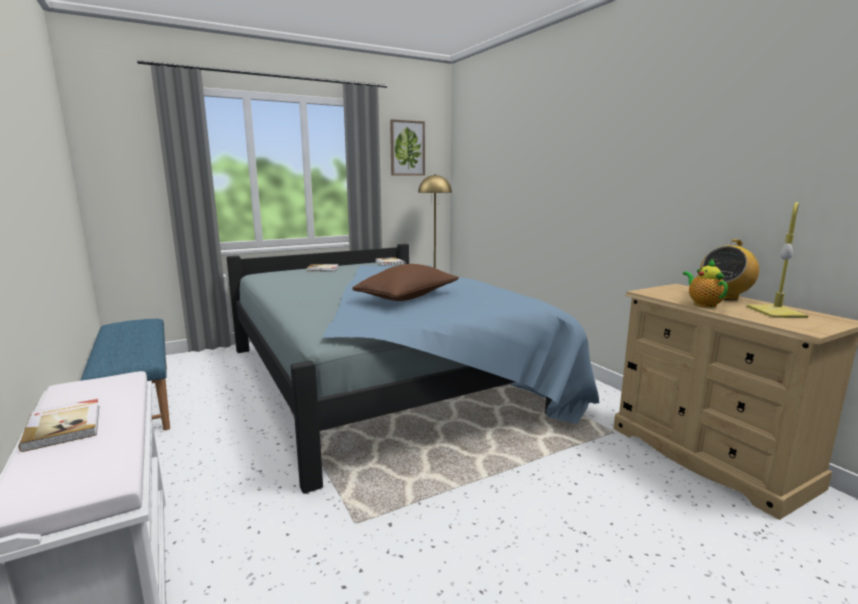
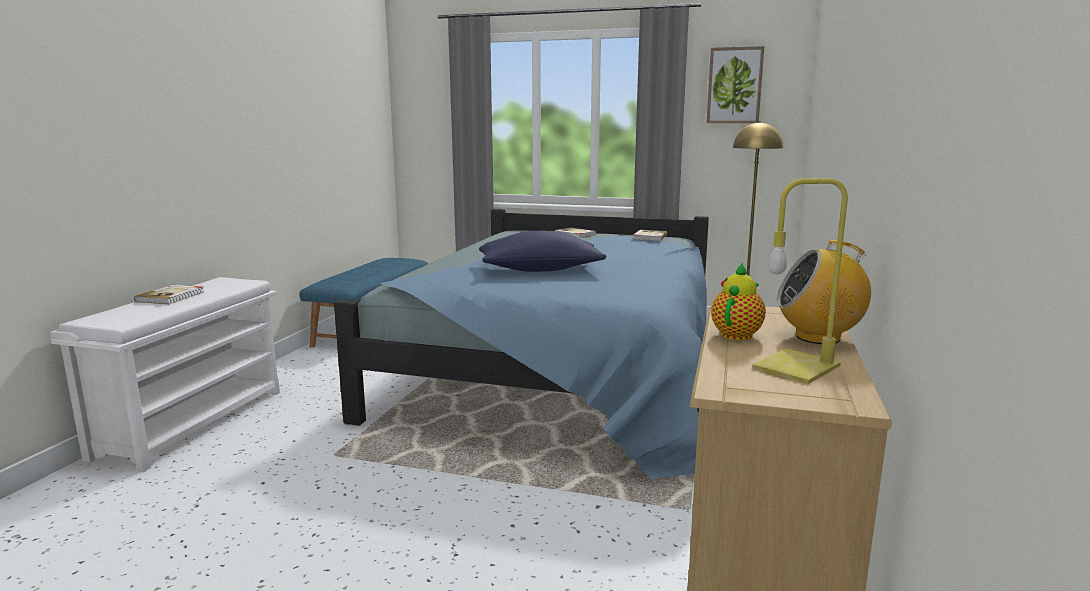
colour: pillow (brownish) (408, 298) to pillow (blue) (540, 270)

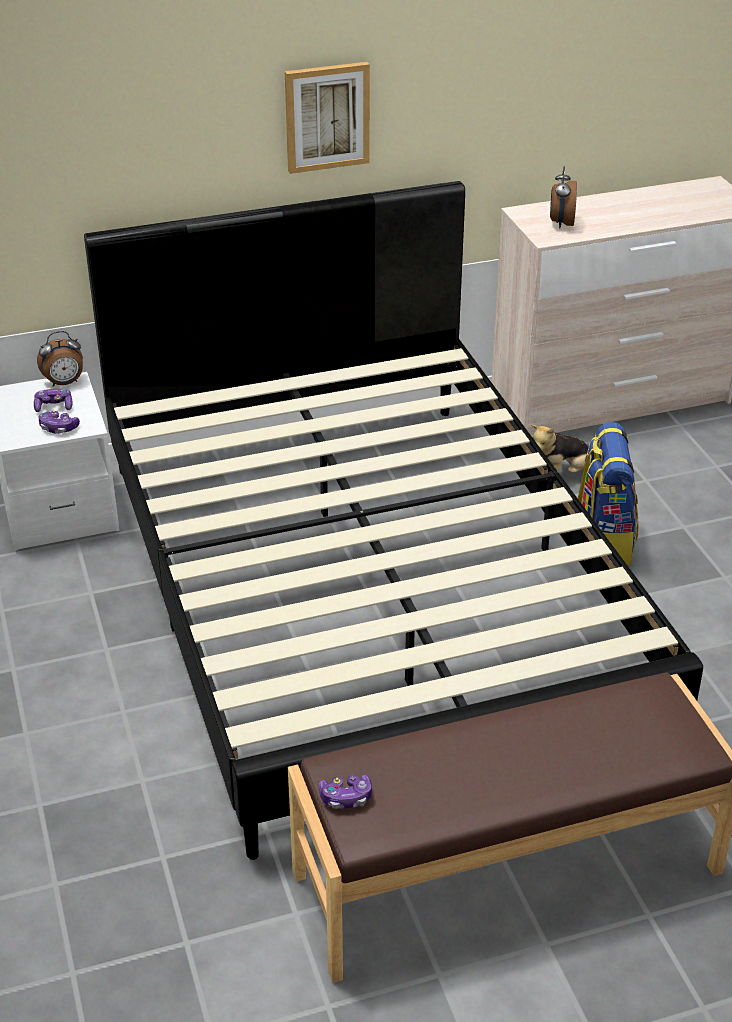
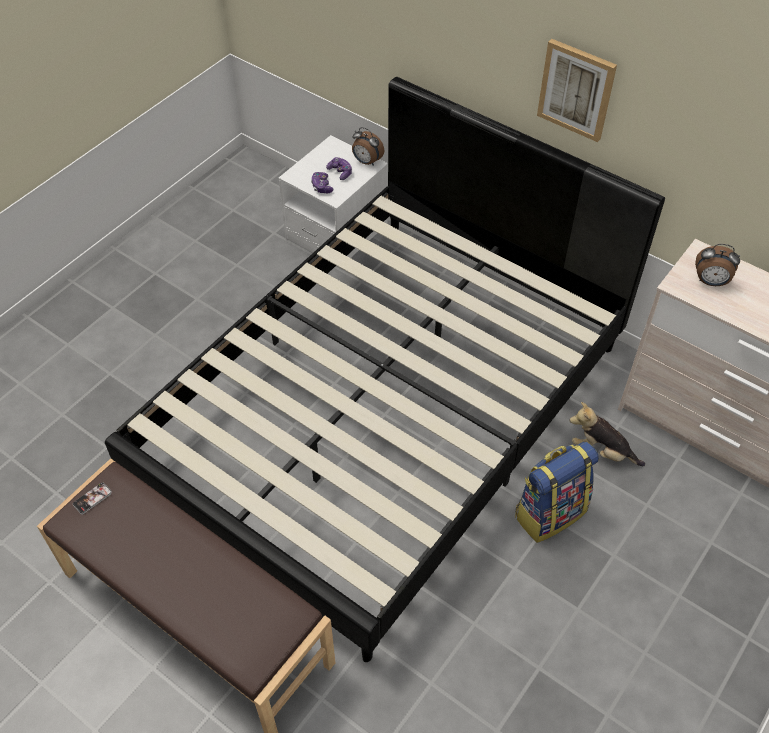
exchanged: joypad (346, 798) to phone (92, 498)
spun: table clock (561, 223) = (710, 282) 135 degrees counterclockwise

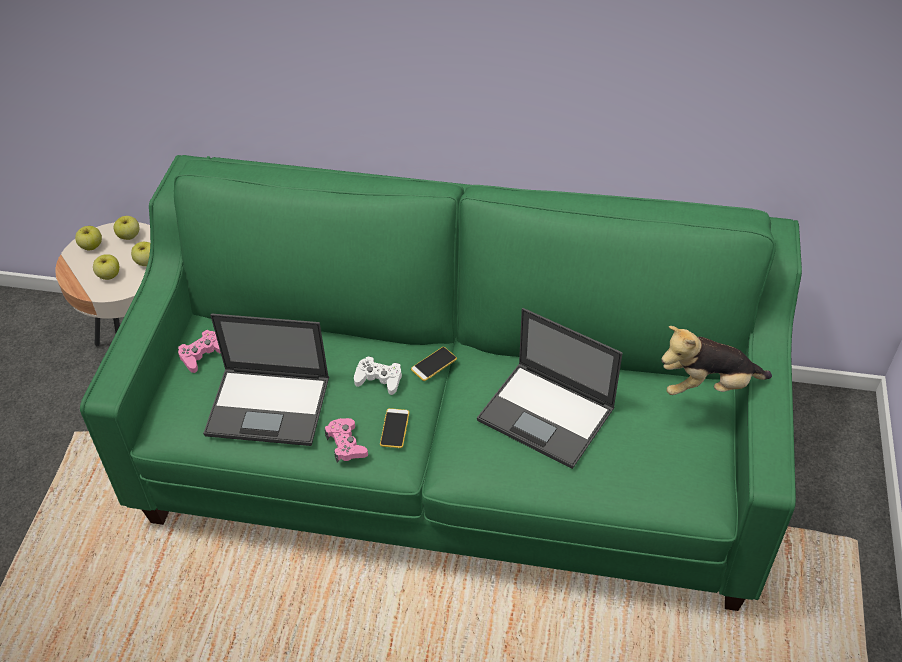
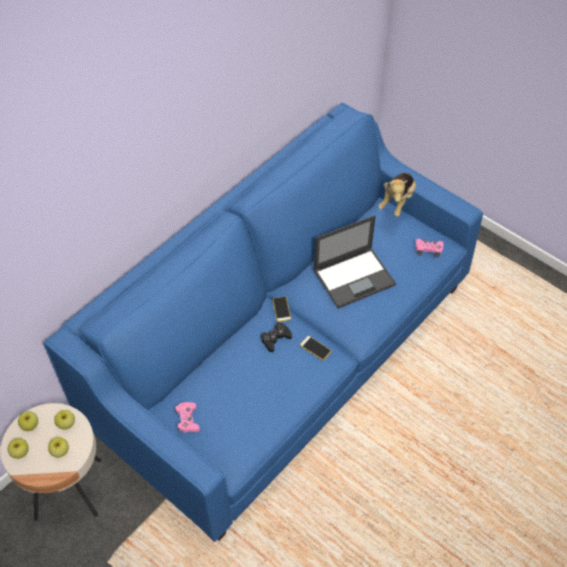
missing: laptop (270, 406)
relocated: joypad (pink-coloured) (346, 444) to (428, 249)
colour: sofa (green) (453, 455) to sofa (blue) (282, 357); joypad (white-coloured) (379, 379) to joypad (black-coloured) (275, 339)

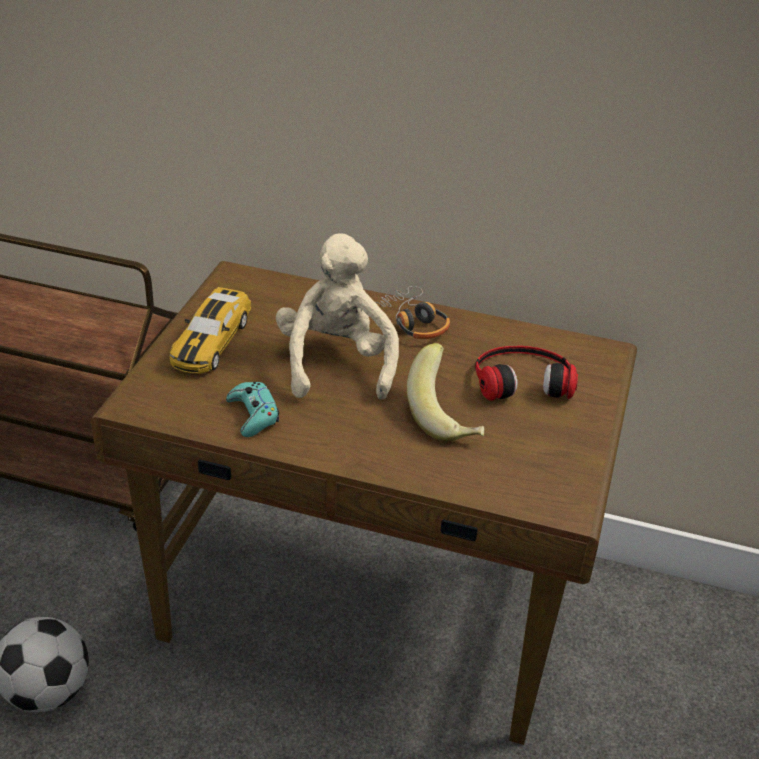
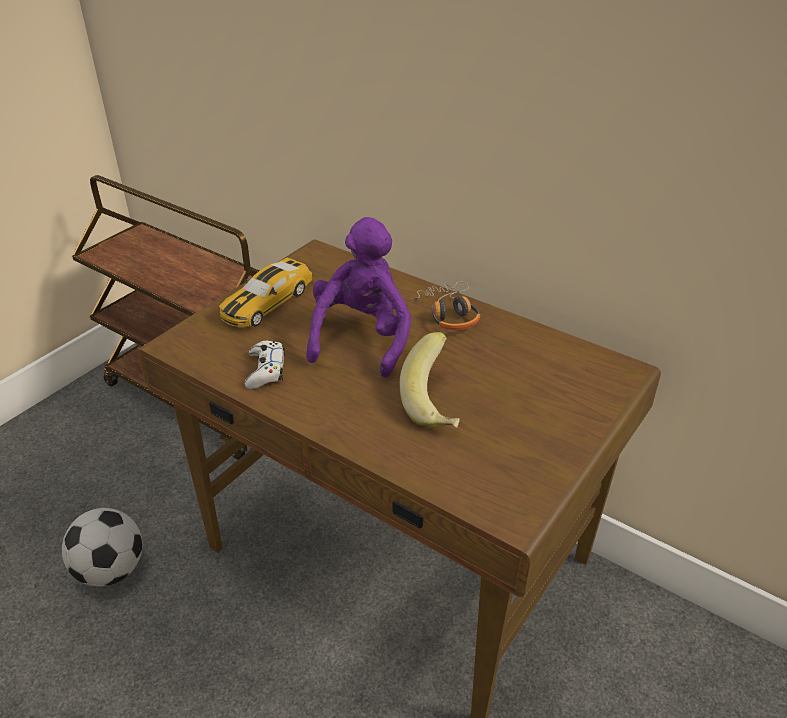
missing: headset (522, 378)
colour: joypad (turquoise) (253, 415) to joypad (white-coloured) (265, 370); soft toy (beige-coloured) (336, 363) to soft toy (purple-coloured) (362, 338)

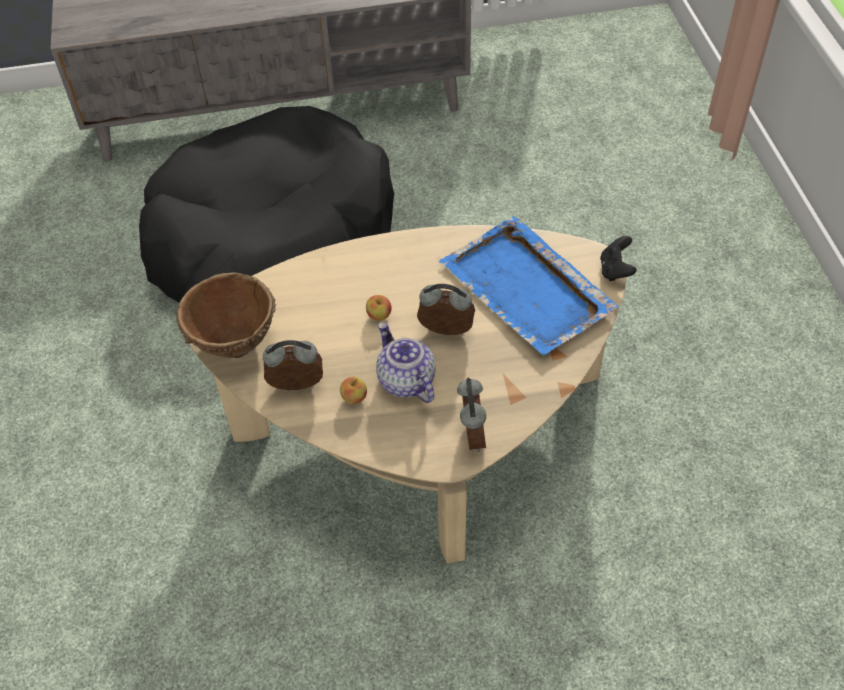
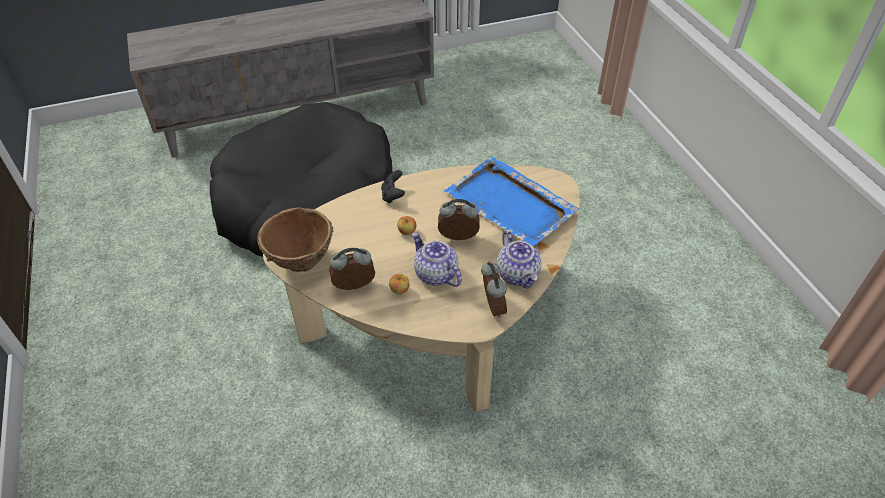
appeared: tea pot (518, 274)
relocated: joypad (black-coloured) (615, 270) to (393, 195)

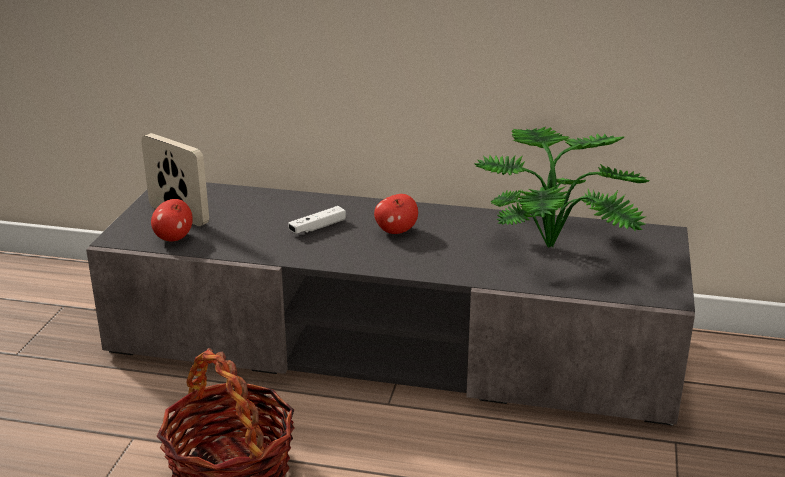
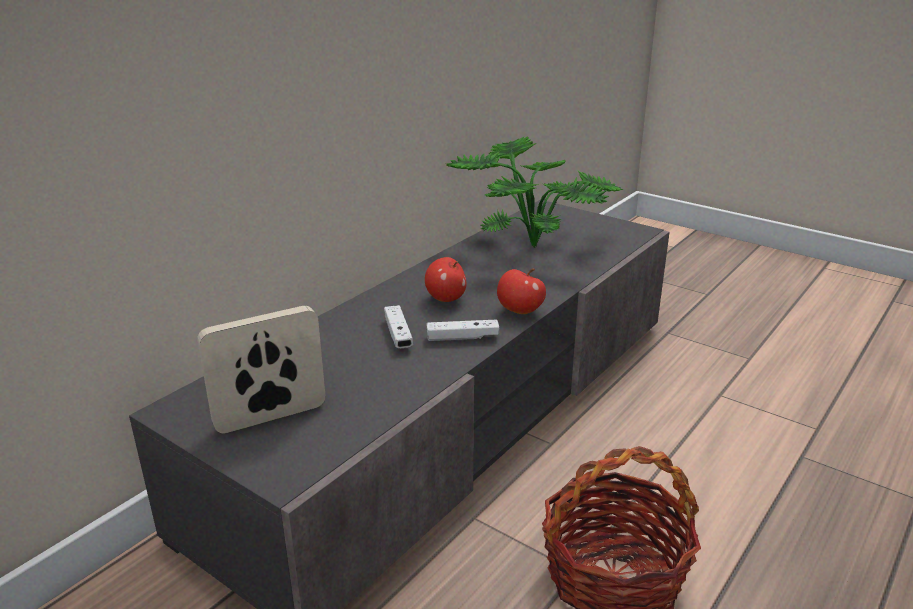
appeared: joypad (white-coloured) (462, 337)
relocated: whole apple (173, 238) to (519, 311)

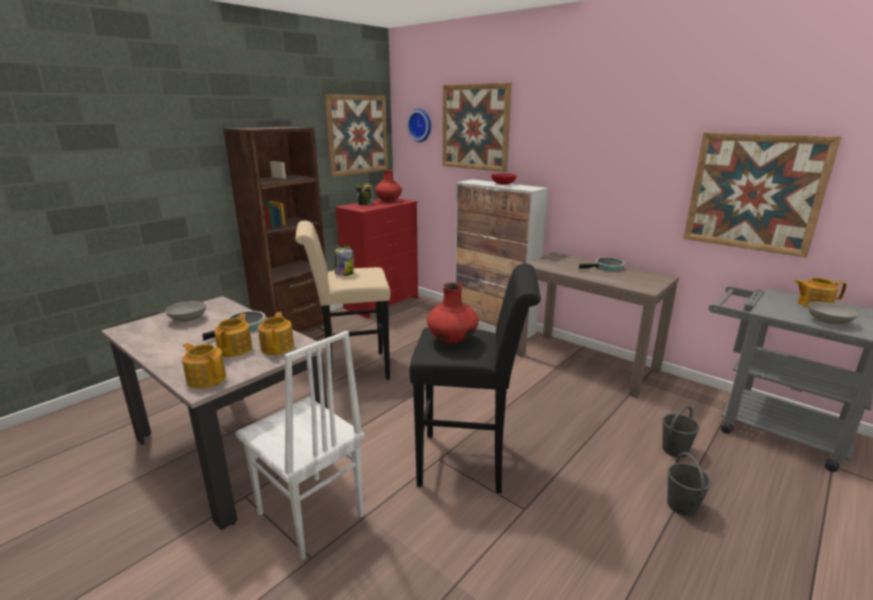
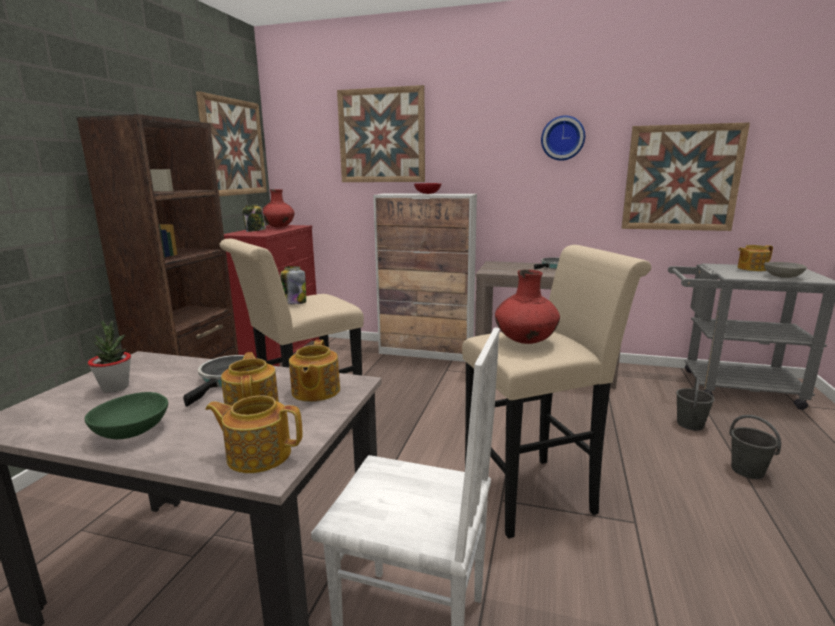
appeared: bowl (green) (131, 432)
relocated: clock on the wall (421, 125) to (562, 138)
exchanged: bowl (greyish) (187, 319) to plant in a pot (115, 388)
colour: stool seat (black-coloured) (470, 463) to stool seat (beige-coloured) (537, 492)
spun: tea pot (278, 347) = (315, 391) 150 degrees counterclockwise

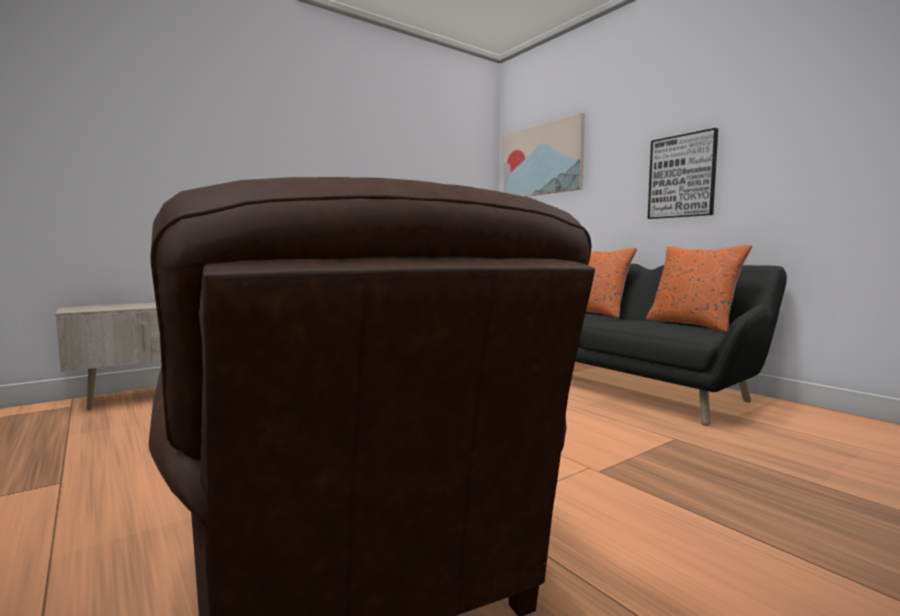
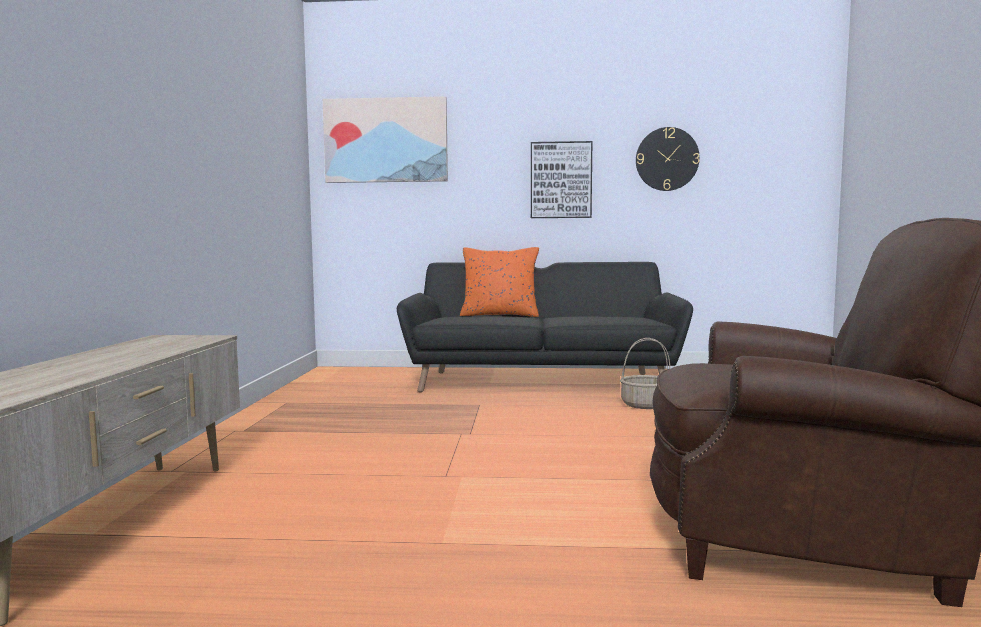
missing: pillow (orange-coloured) (692, 324)
appeared: storage basket (646, 405); clock on the wall (667, 159)

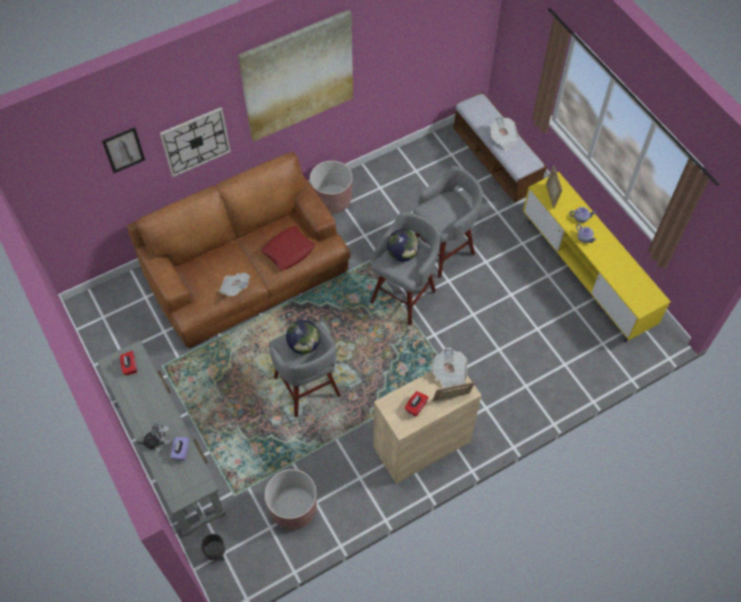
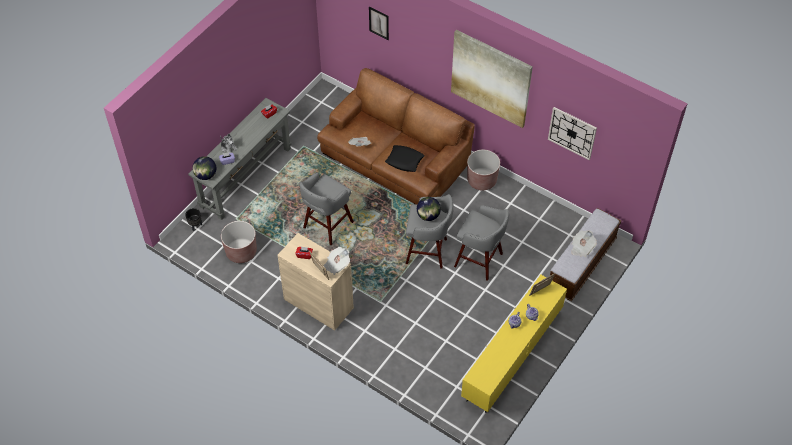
relocated: world globe (304, 345) to (205, 175); clock on the wall (195, 141) to (572, 133)
colour: pillow (red) (288, 251) to pillow (black-coloured) (404, 161)

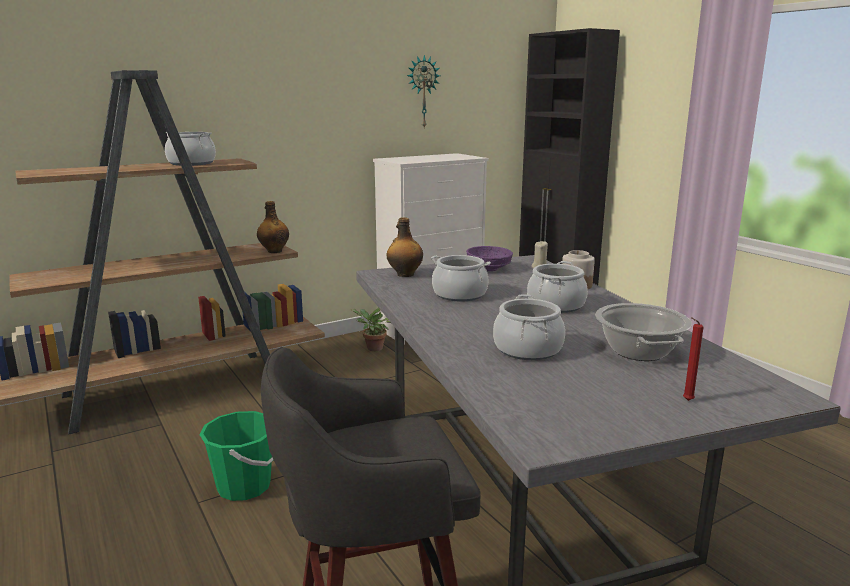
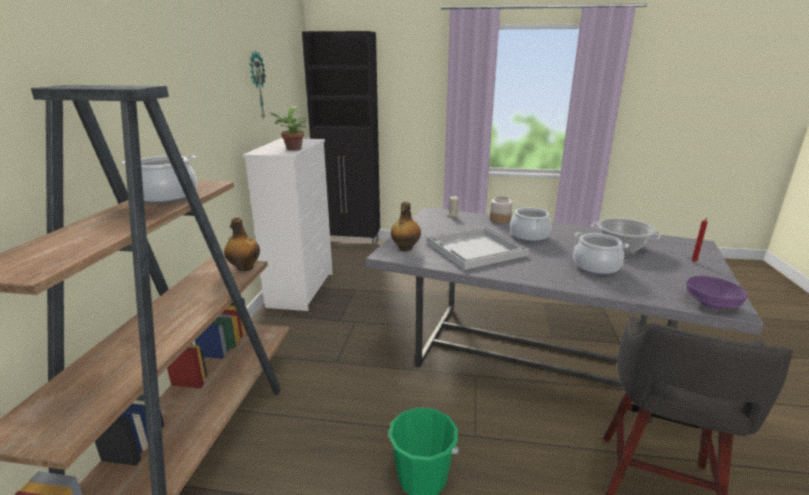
relocated: plant in a pot (372, 348) to (292, 149); bowl (purple-coloured) (488, 269) to (711, 304)
exchanged: saucepot (459, 295) to tray (white-coloured) (475, 249)

